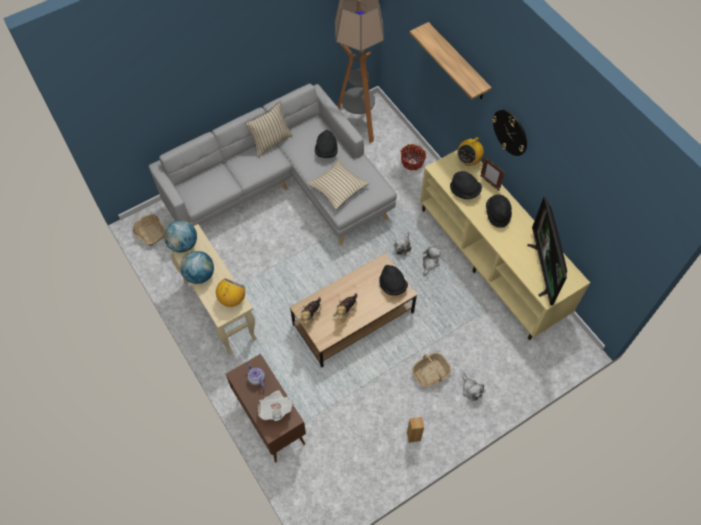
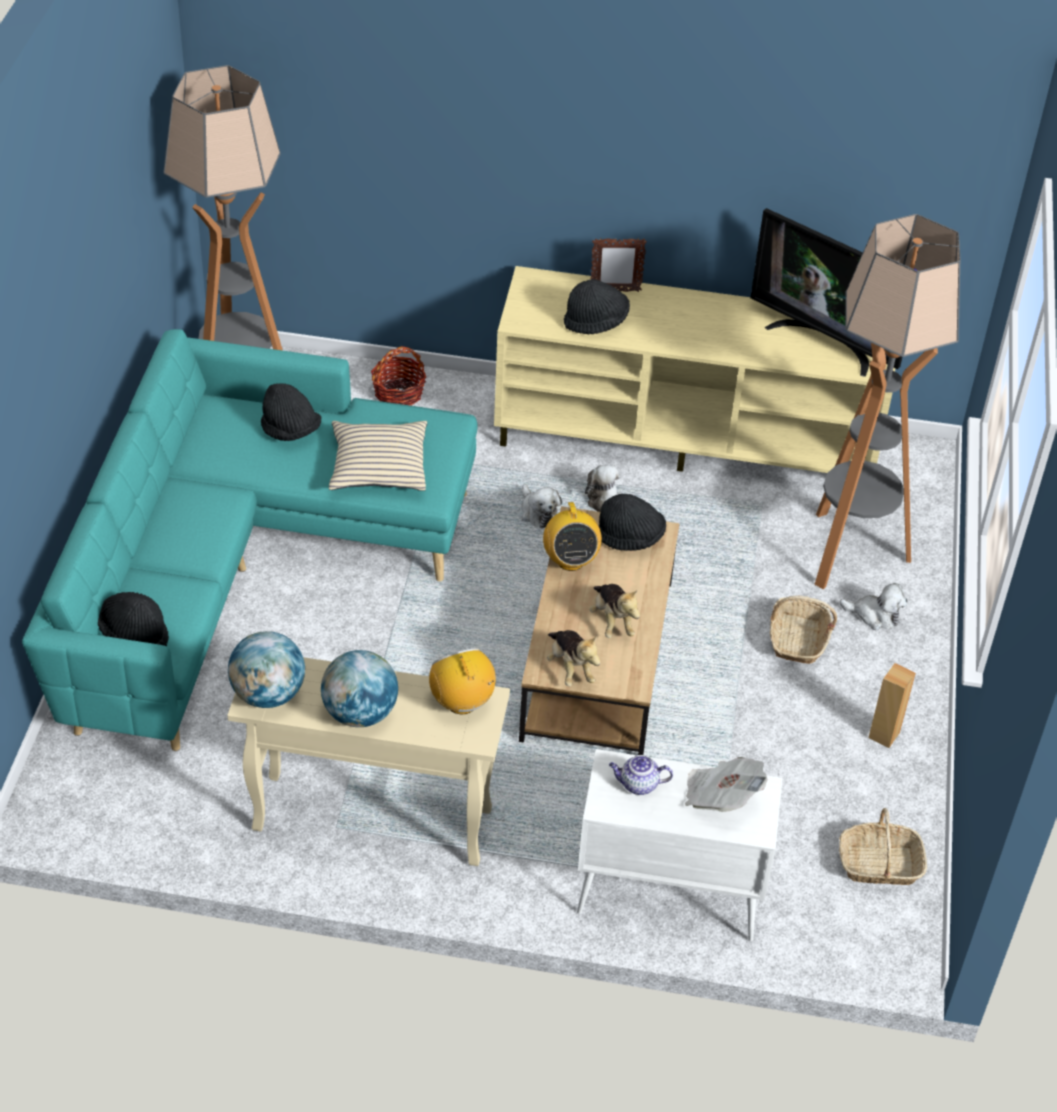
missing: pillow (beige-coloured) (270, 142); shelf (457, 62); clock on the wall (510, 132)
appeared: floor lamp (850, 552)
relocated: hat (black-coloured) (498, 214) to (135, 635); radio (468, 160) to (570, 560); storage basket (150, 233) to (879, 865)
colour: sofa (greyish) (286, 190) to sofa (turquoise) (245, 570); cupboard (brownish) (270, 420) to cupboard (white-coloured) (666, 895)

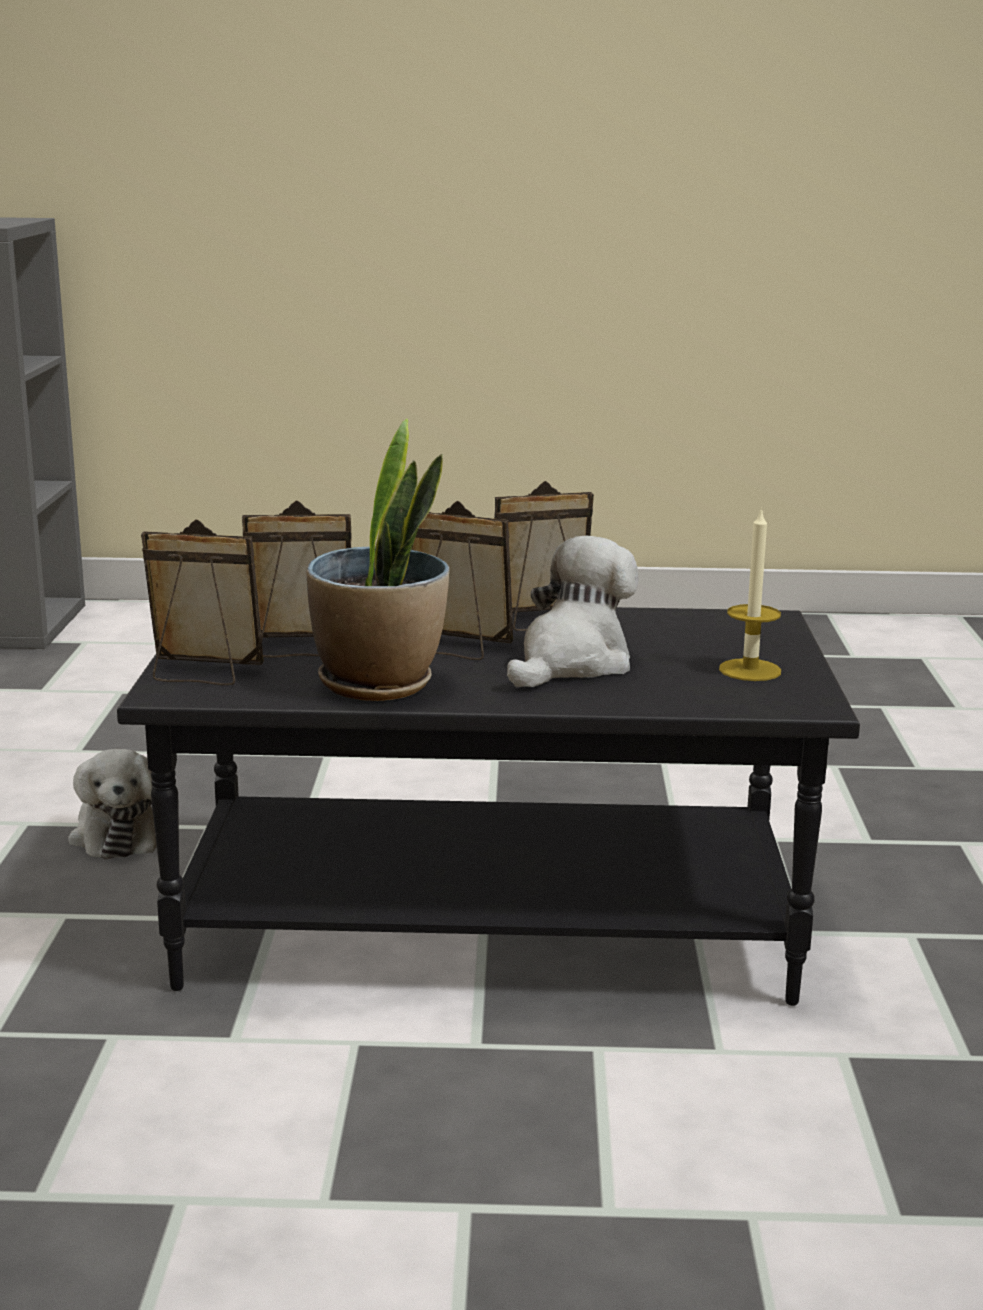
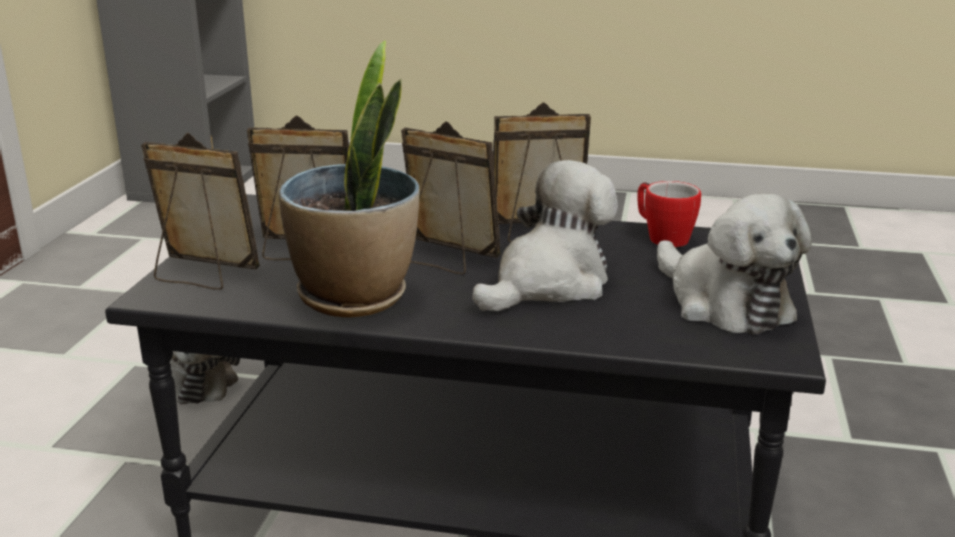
appeared: coffee mug (662, 237)
exchanged: wax candle (750, 670) to soft toy (723, 303)

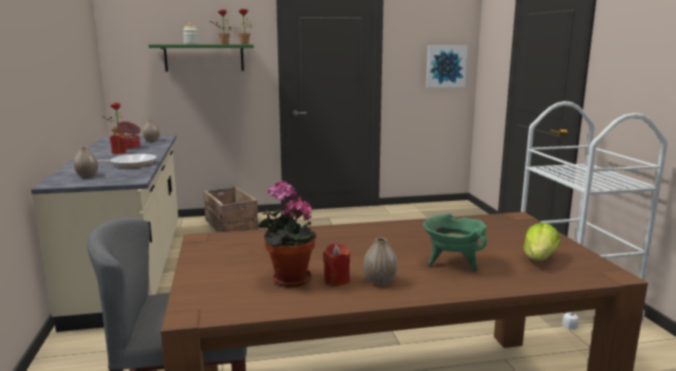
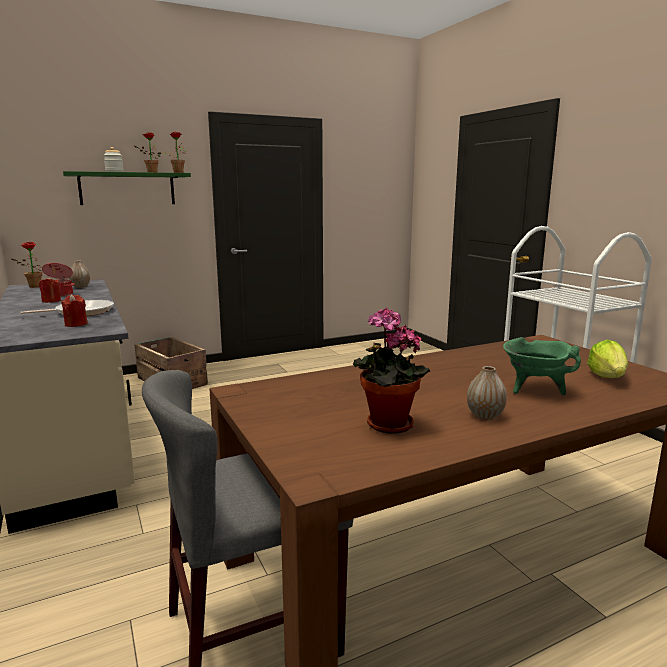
missing: flower vase (87, 176); wall art (446, 66)
relocated: wax candle (red) (337, 280) to (76, 324)

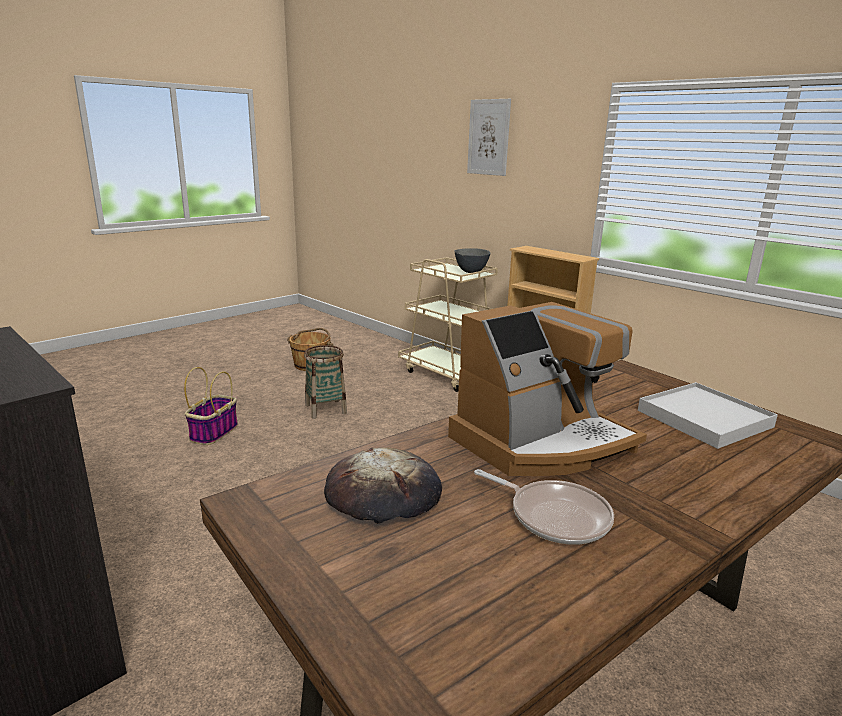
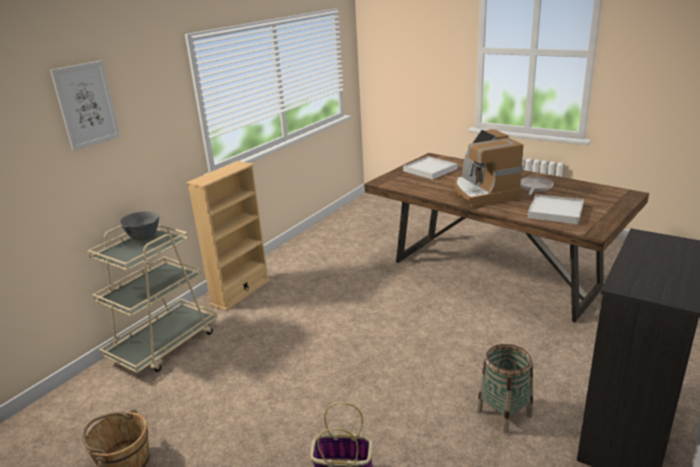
relocated: storage basket (325, 409) to (504, 413)
exchanged: bread (383, 493) to tray (white-coloured) (555, 212)
spun: coffee brewer (541, 442) = (483, 192) 150 degrees counterclockwise

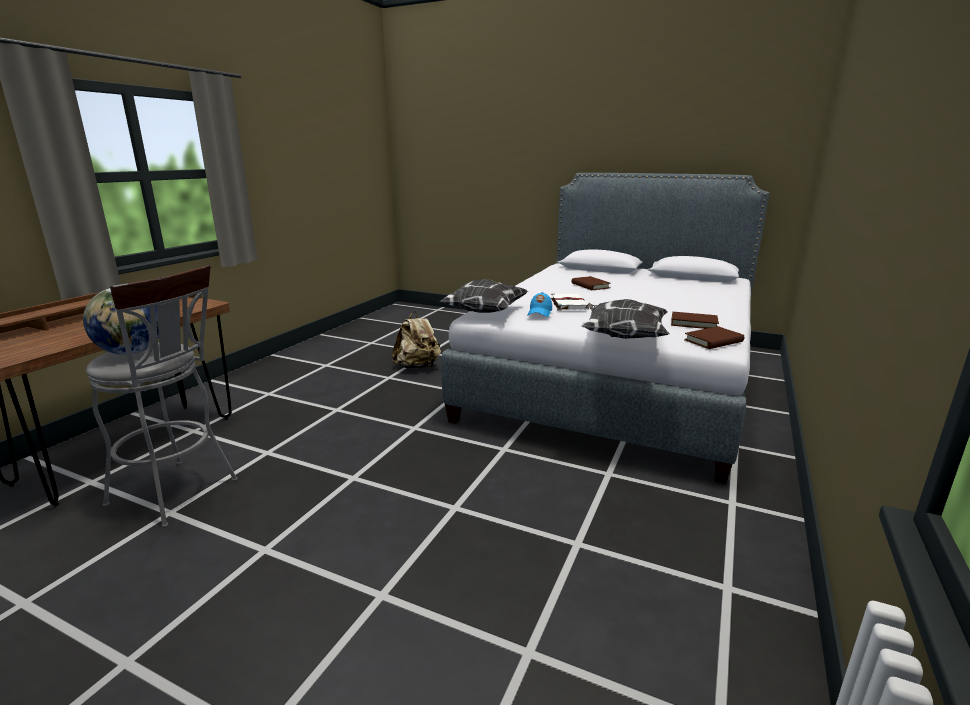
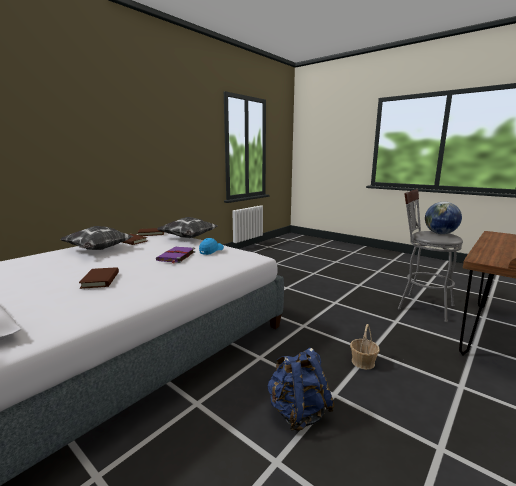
appeared: storage basket (363, 362)
relocated: pillow (484, 312) to (98, 250)
colour: book (white-coloured) (568, 304) to book (purple-coloured) (176, 256); backpack (beige-coloured) (417, 367) to backpack (blue) (298, 412)

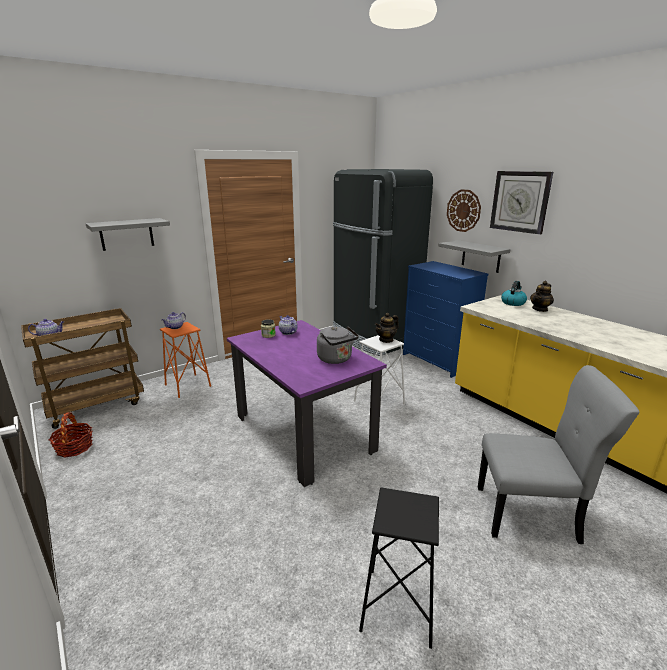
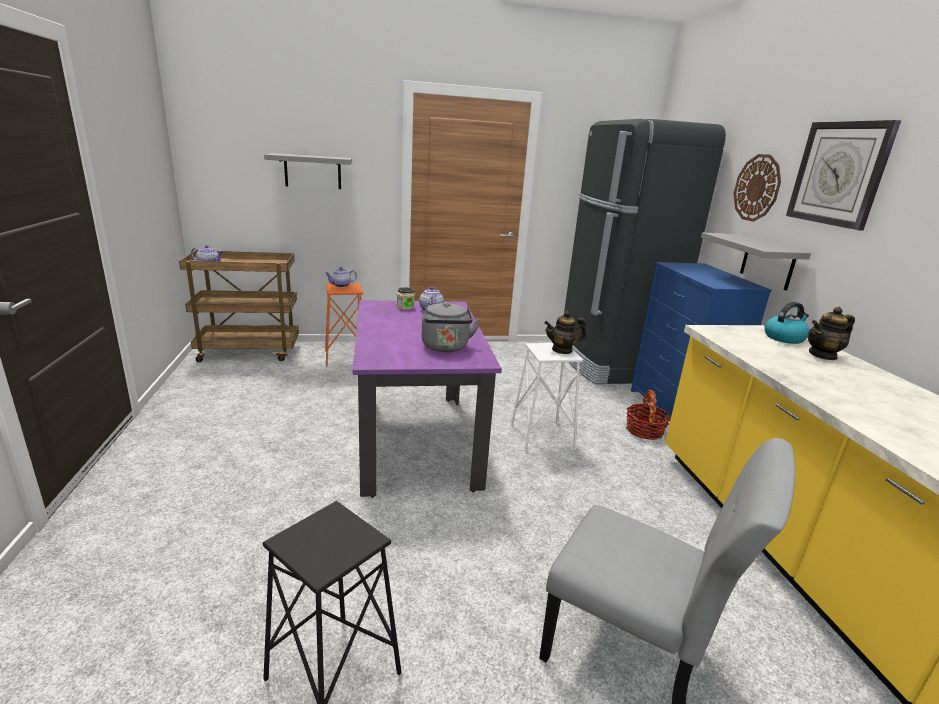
relocated: storage basket (74, 447) to (644, 431)

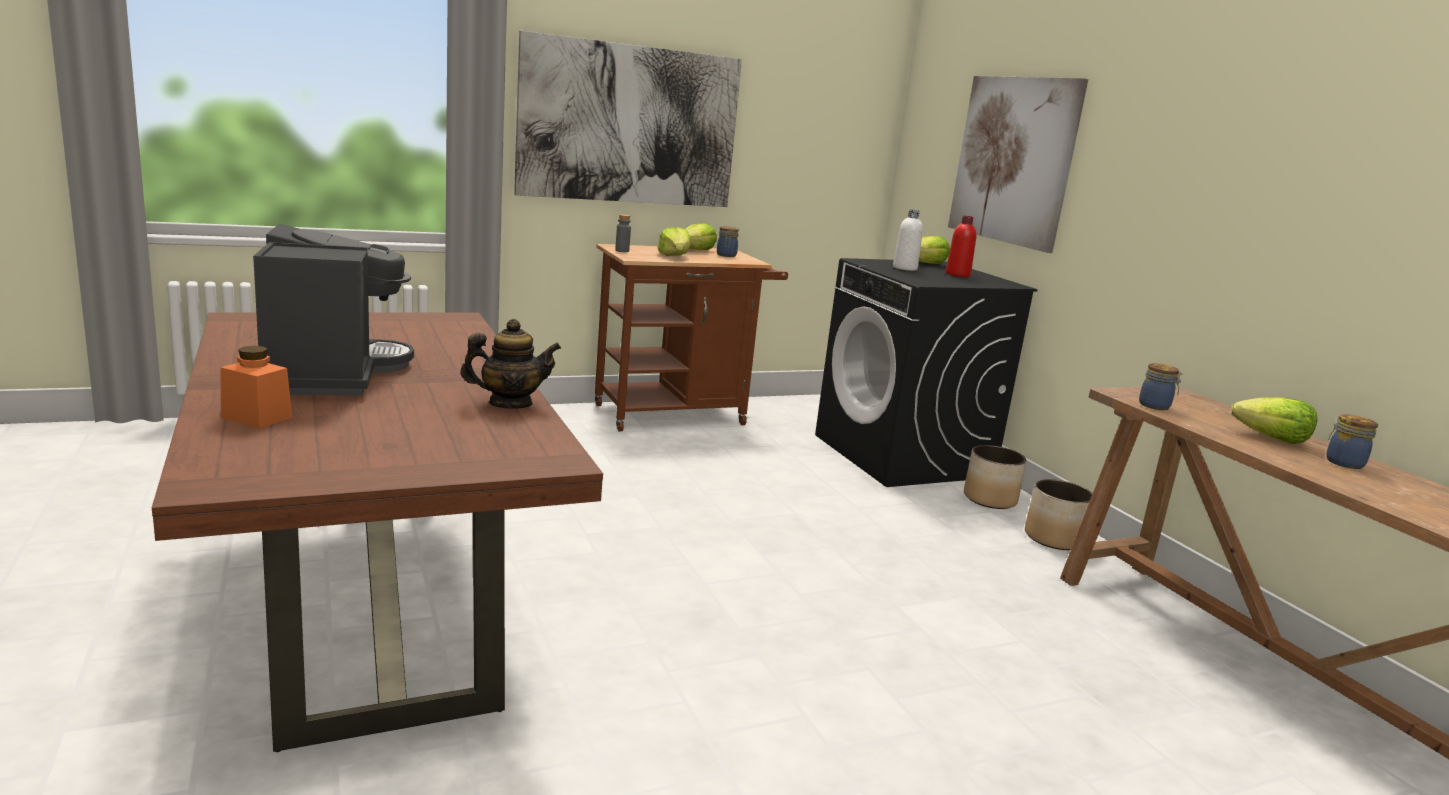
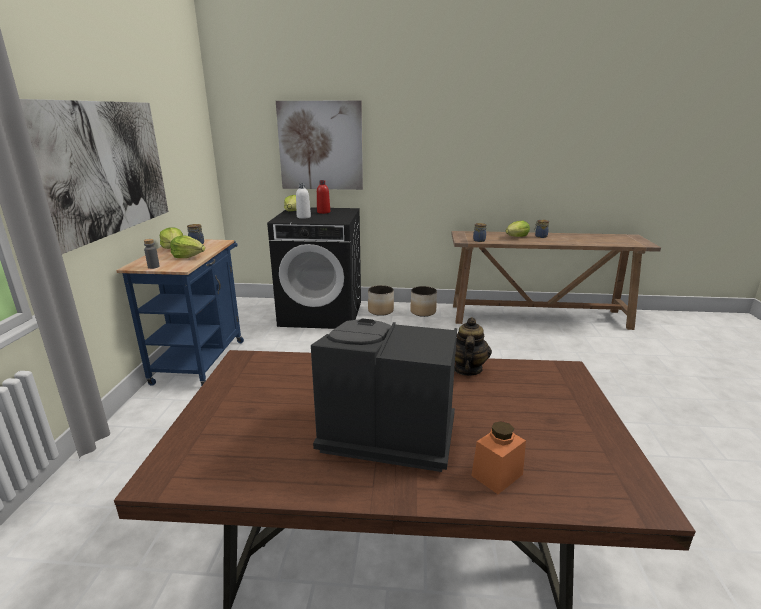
colour: trolley (brownish) (679, 414) to trolley (blue) (202, 358)

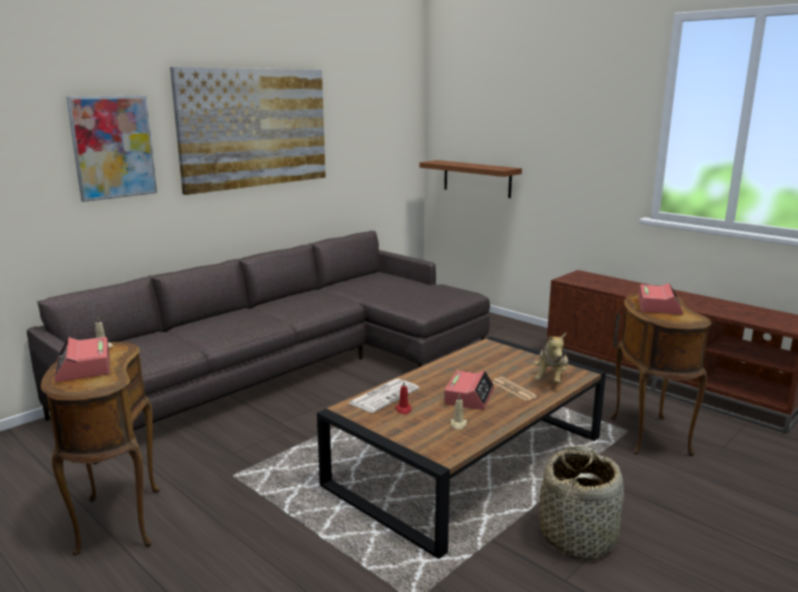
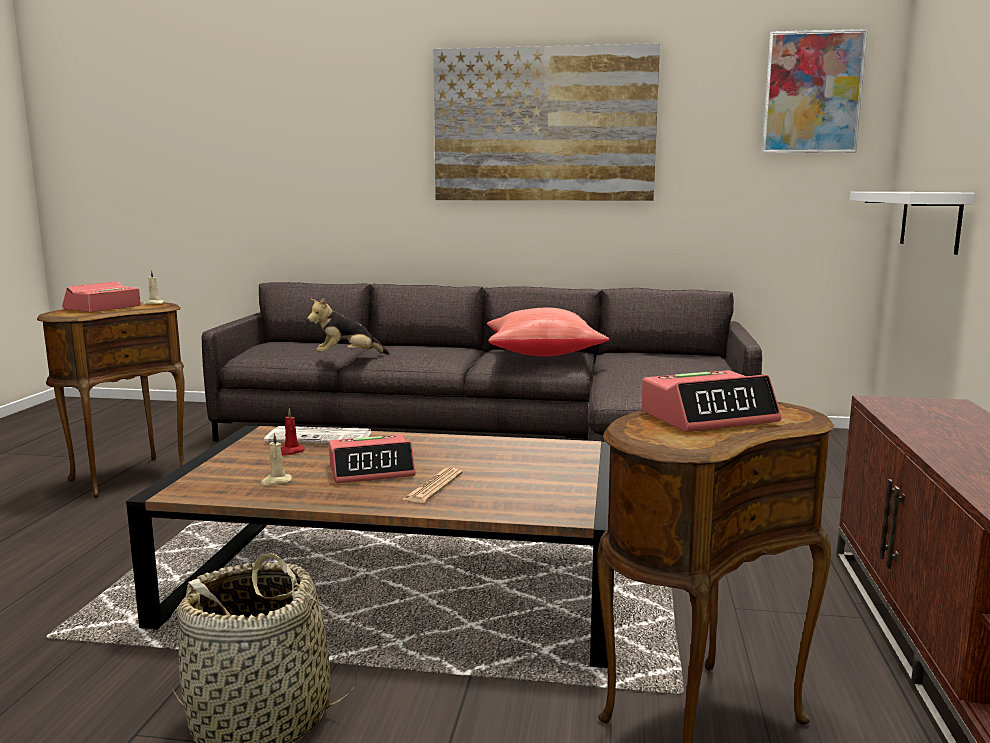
appeared: pillow (red) (542, 354)
relocated: soft toy (551, 379) to (347, 357); wall art (113, 147) to (812, 92)
colour: shelf (brownish) (477, 178) to shelf (white-coloured) (930, 220)

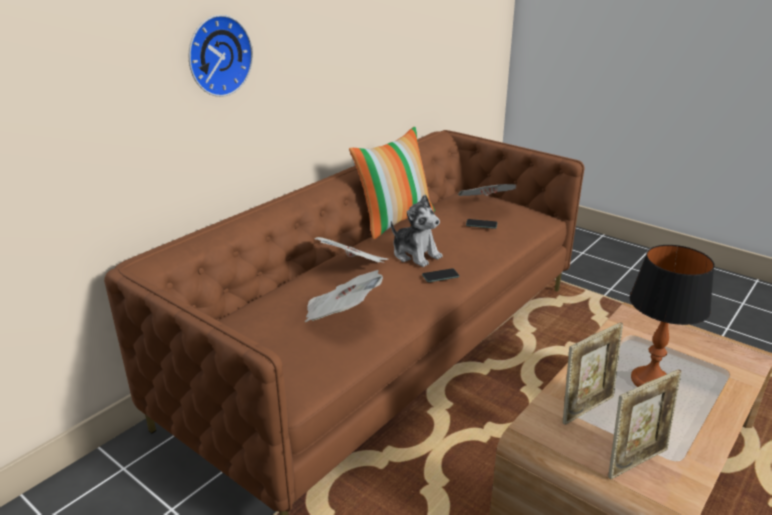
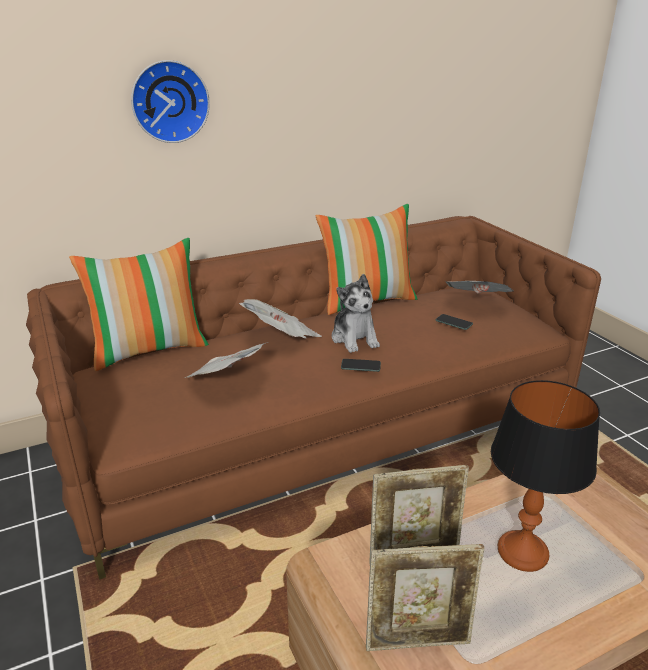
appeared: pillow (150, 350)

